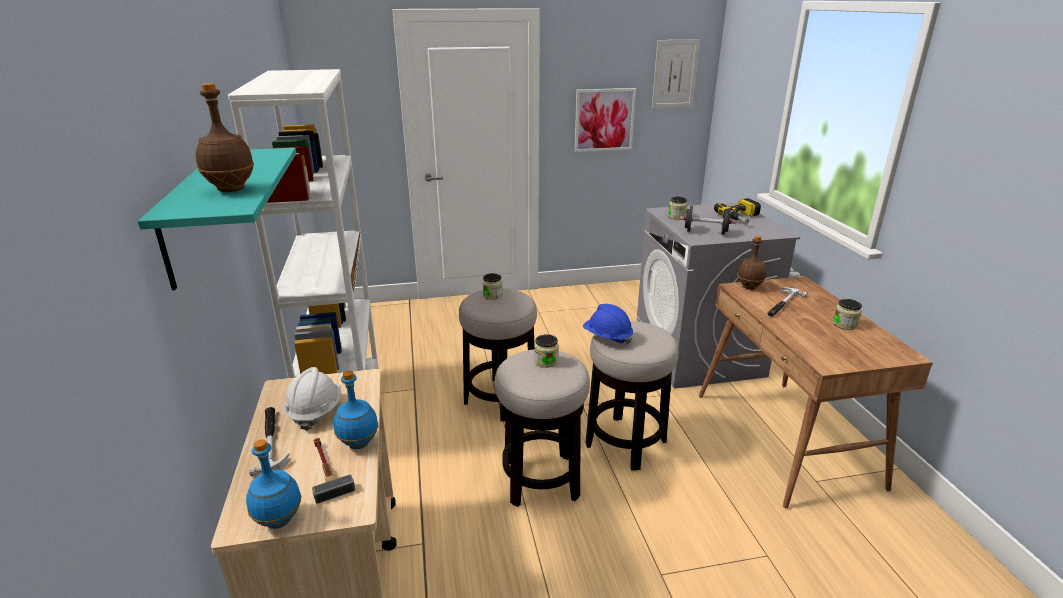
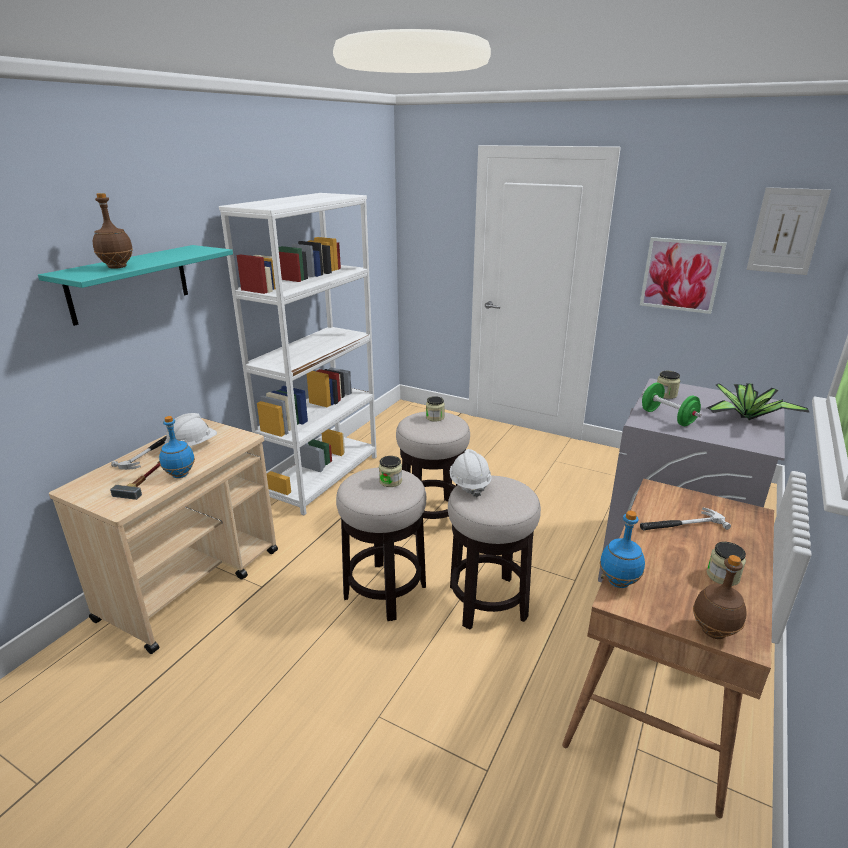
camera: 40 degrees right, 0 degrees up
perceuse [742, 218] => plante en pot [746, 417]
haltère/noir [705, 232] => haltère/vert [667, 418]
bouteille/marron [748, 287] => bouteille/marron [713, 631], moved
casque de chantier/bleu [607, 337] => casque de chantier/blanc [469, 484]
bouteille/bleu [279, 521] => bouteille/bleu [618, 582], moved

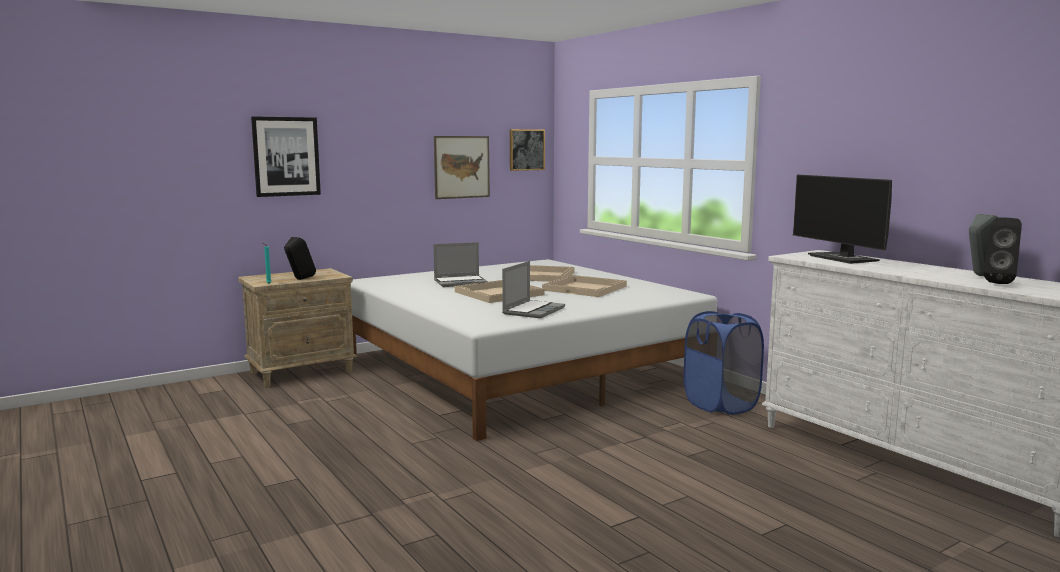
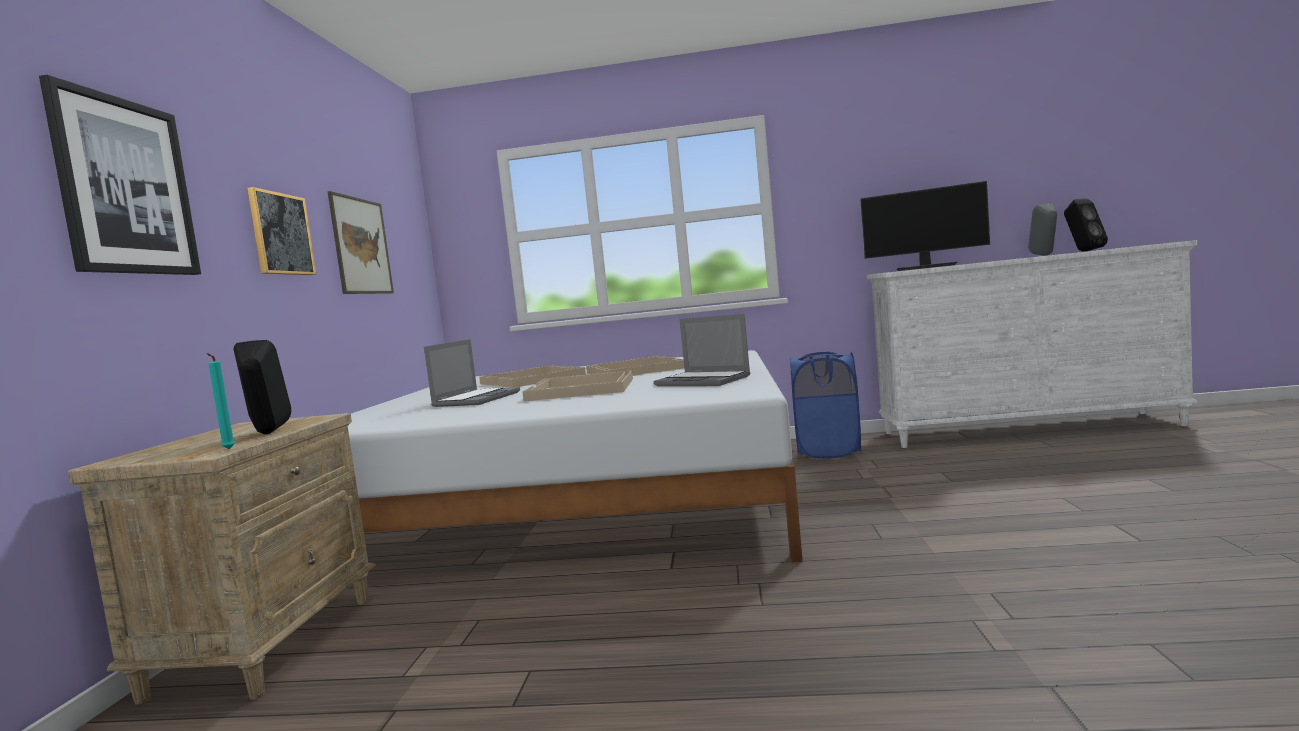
camera: 50 degrees left, 5 degrees down
tableau [526, 149] => tableau [281, 234], moved
ordinateur portable [533, 310] => ordinateur portable [704, 381], 150 degrees clockwise

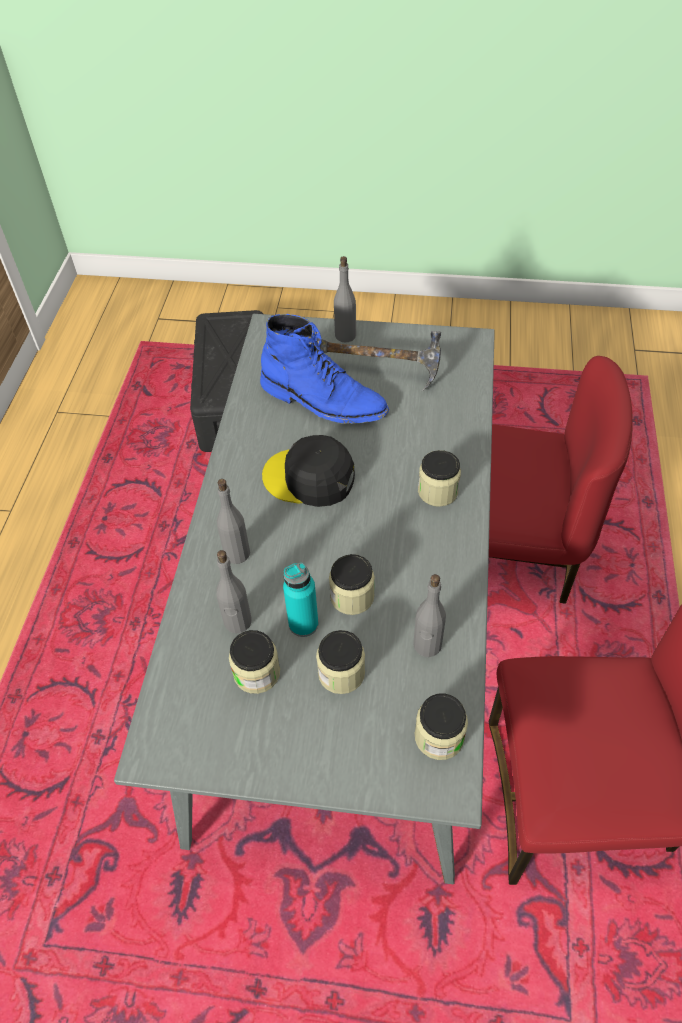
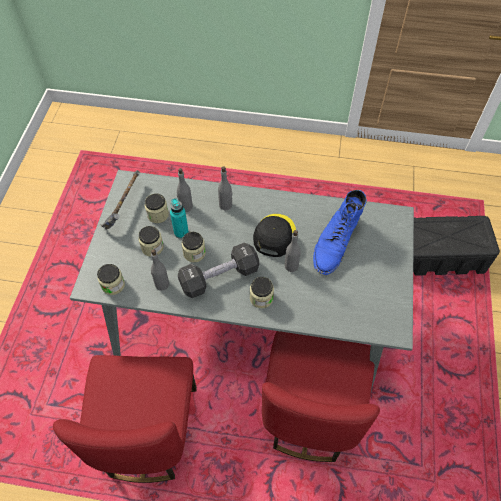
camera: 90 degrees right, 5 degrees up
bouteille/gris [345, 335] => bouteille/gris [291, 266], moved
marteau [383, 373] => marteau [125, 209], moved
nothing => haltère/noir [219, 277]

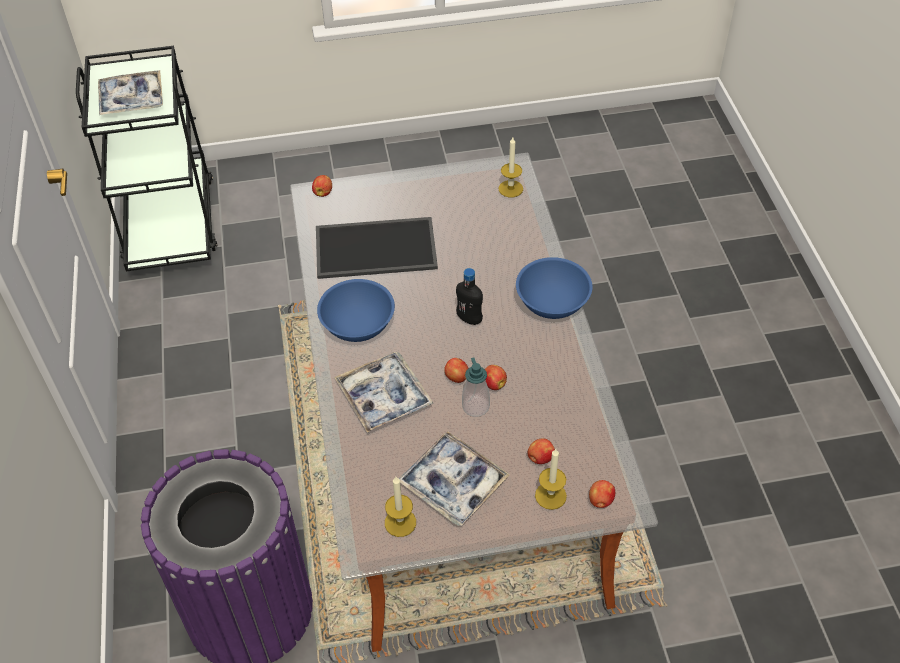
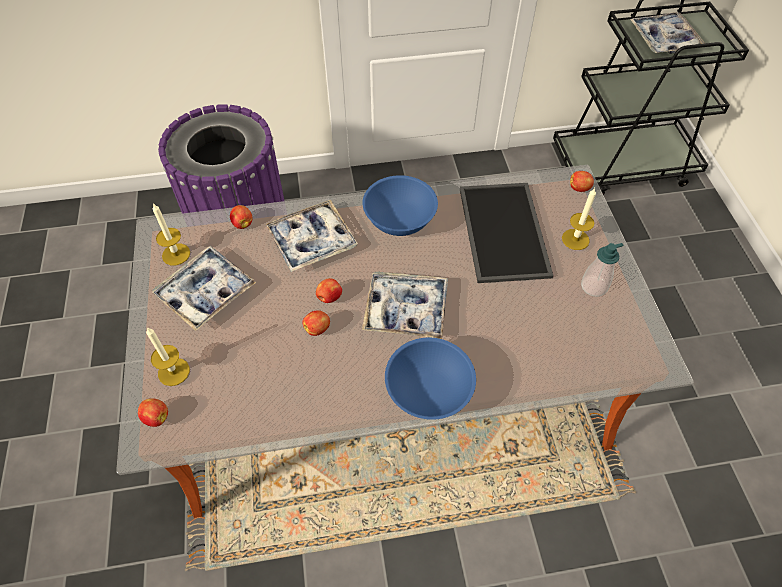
camera: 90 degrees right, 5 degrees up
bougie [510, 188] => bougie [575, 239], moved
bouteille/noir [469, 319] => plateau [406, 310]
distributeur de savon [475, 406] => distributeur de savon [594, 286], moved
pomme [540, 458] => pomme [242, 223], moved

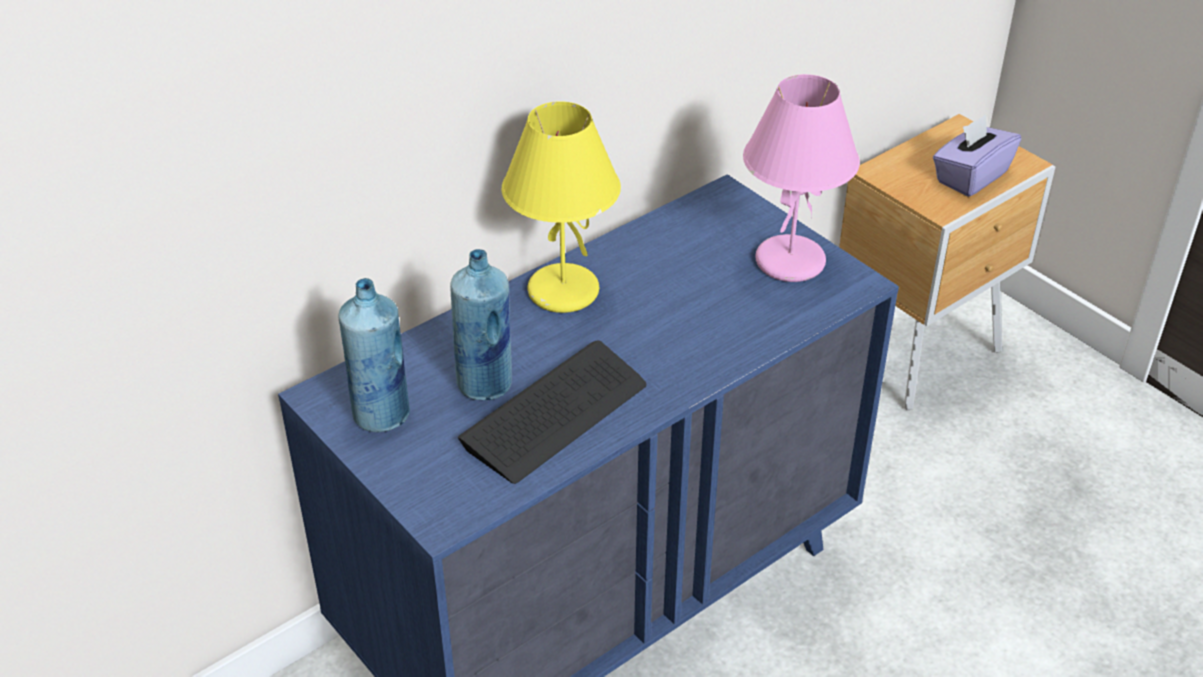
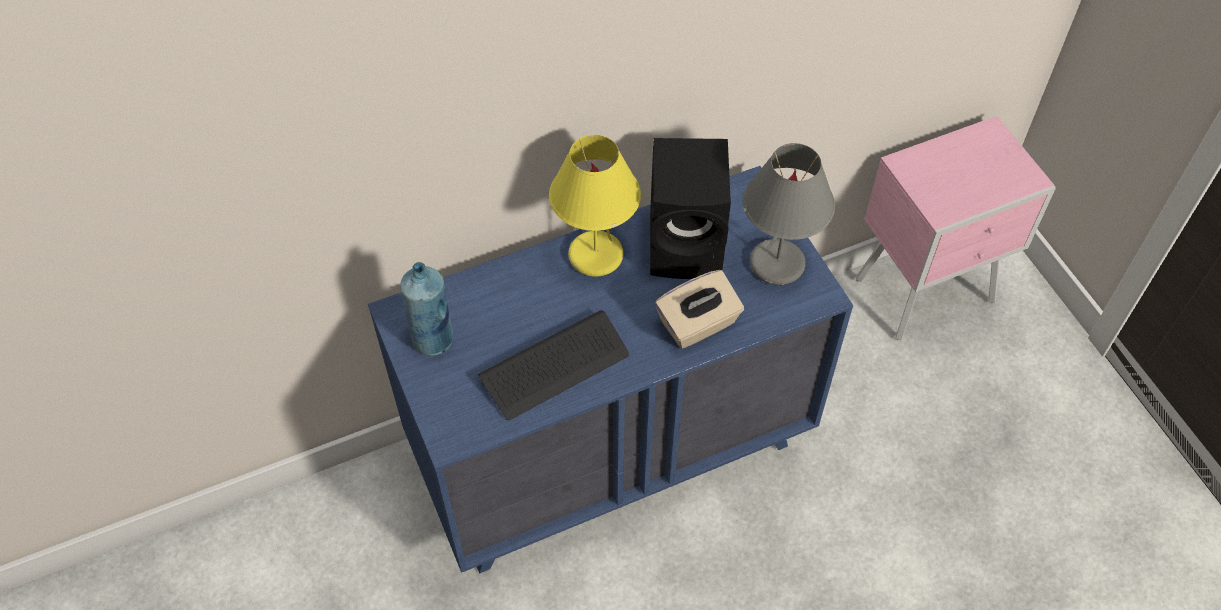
camera: 15 degrees right, 15 degrees up
lampe de table/rose [790, 261] => lampe de table/gris [777, 263]
table de chevet/marron [921, 354] => table de chevet/rose [928, 291]
boîte à mouchoirs/violet [970, 177] => nothing
bouteille/bleu [485, 384] => nothing
nothing => enceinte/noir [688, 246]
nothing => boîte à mouchoirs/beige [698, 324]

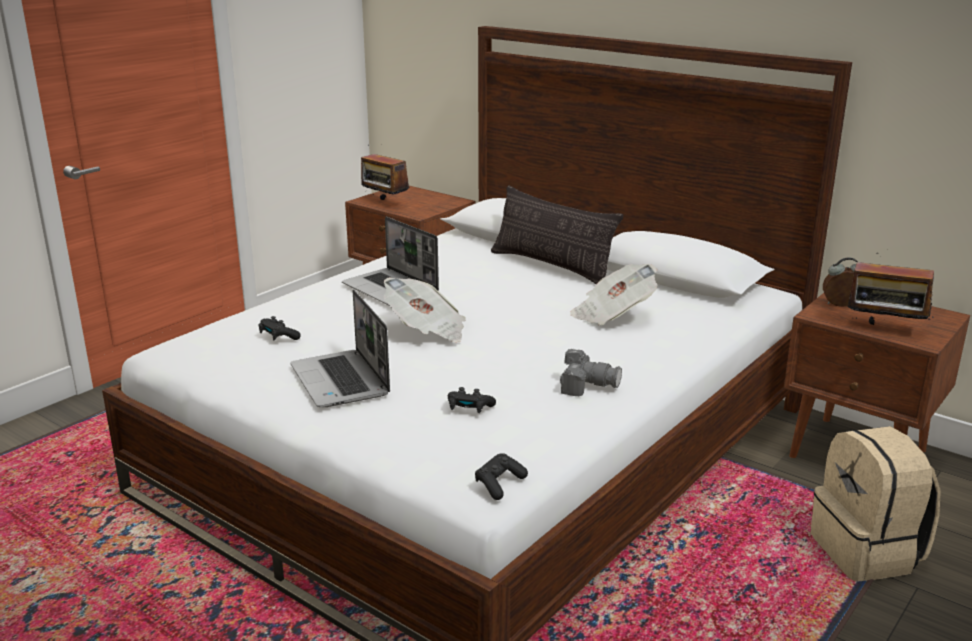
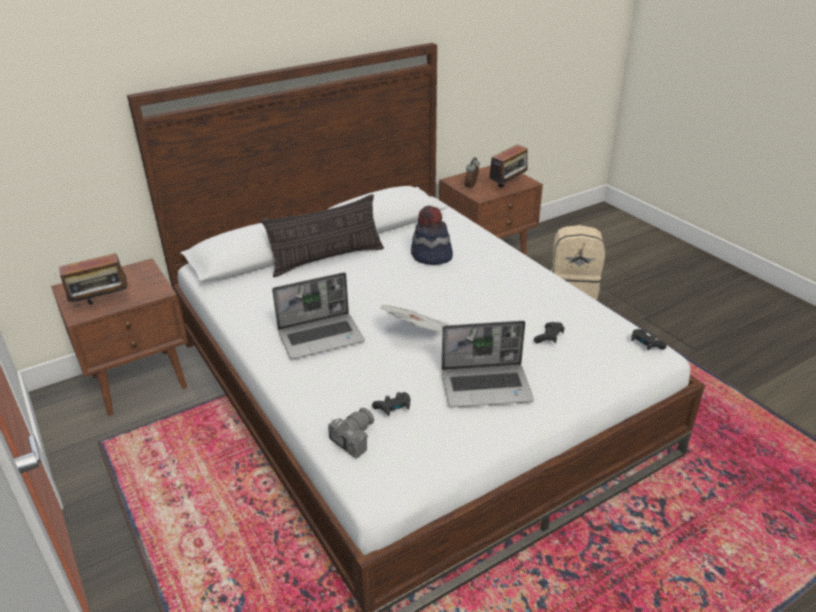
camera: 70 degrees left, 10 degrees up
journal [612, 315] => chapeau [431, 256]
appareil photo [587, 385] => appareil photo [351, 438], moved

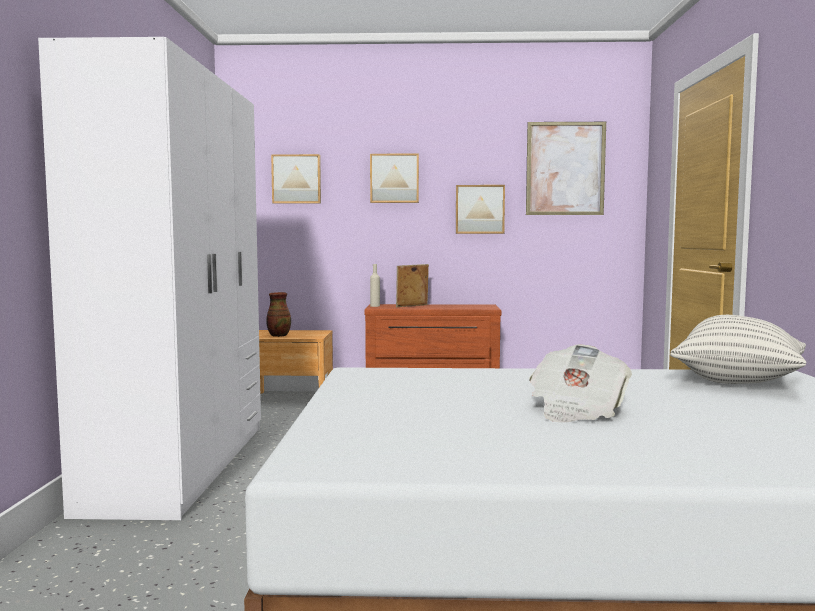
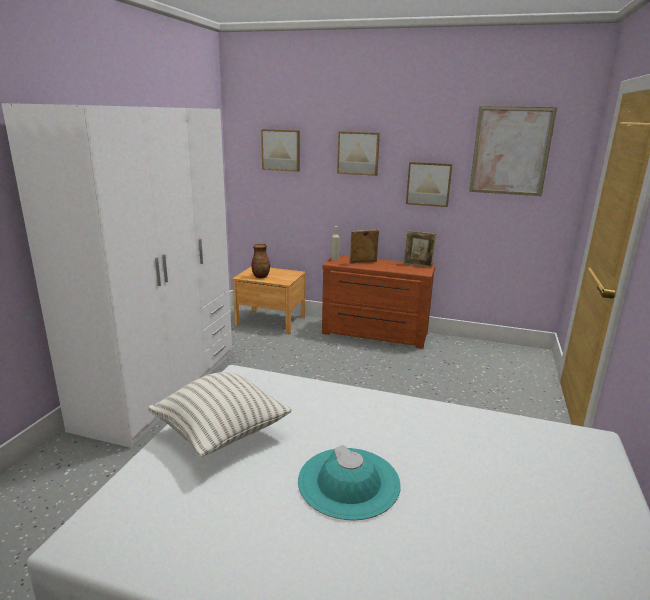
camera: 15 degrees right, 15 degrees up
coussin [738, 382] => coussin [221, 434], moved
journal [576, 410] => chapeau/turquoise [348, 482]
nothing => cadre photo [418, 265]

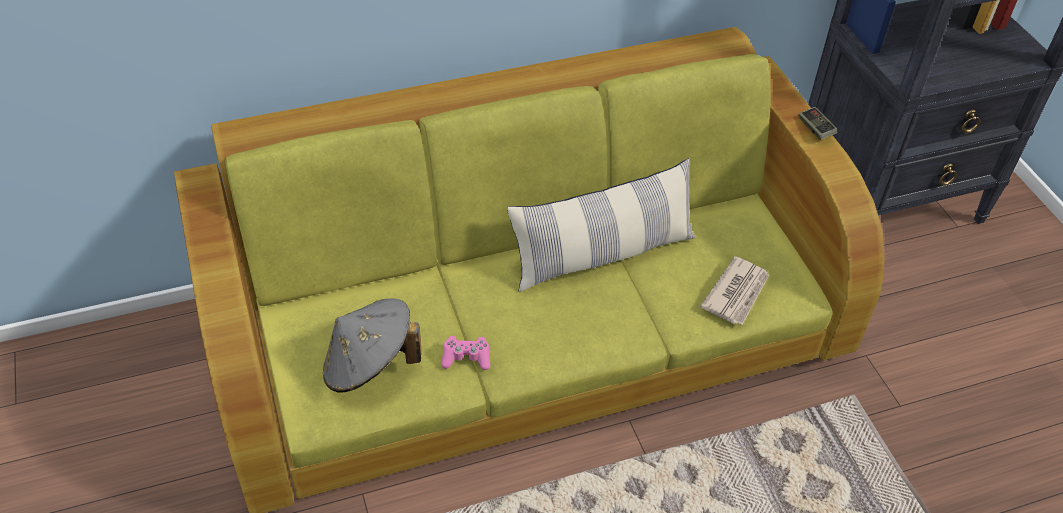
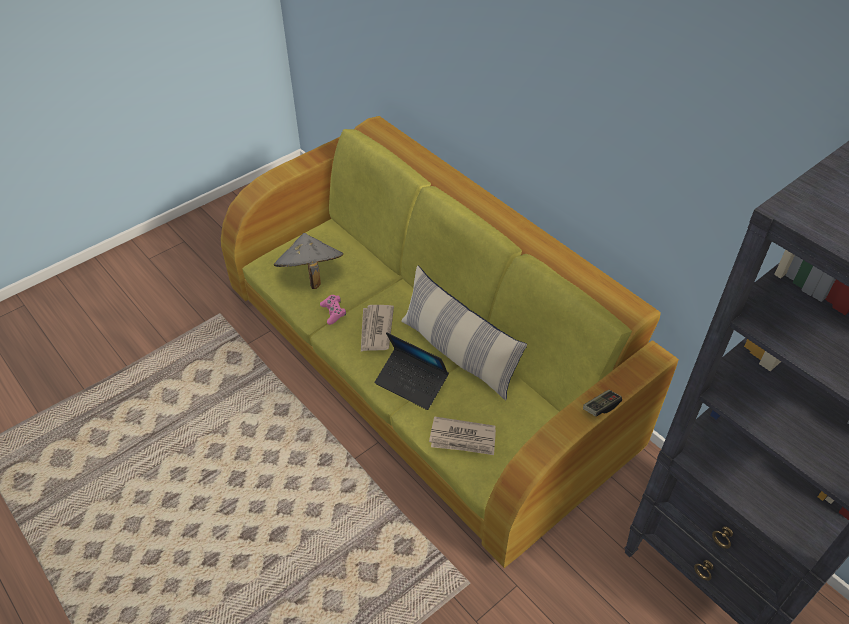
camera: 70 degrees right, 0 degrees up
nothing => journal [375, 330]
nothing => ordinateur portable [411, 383]

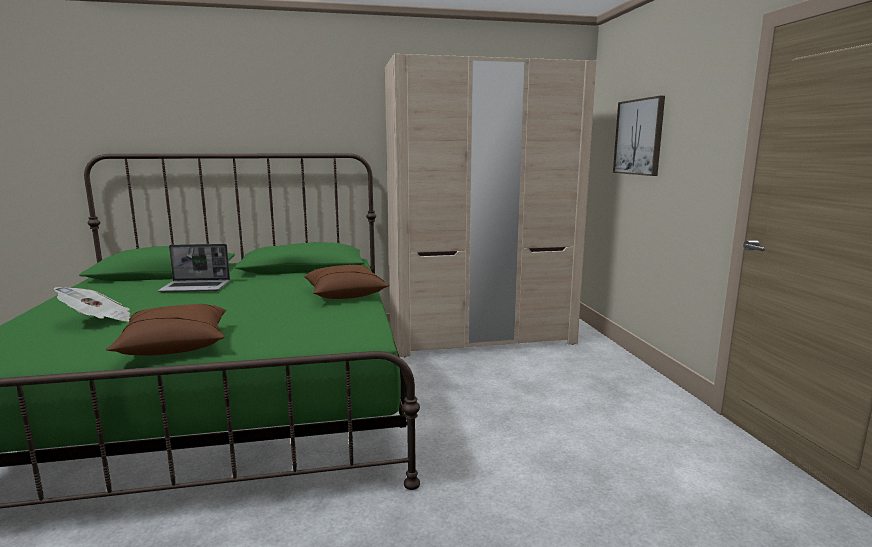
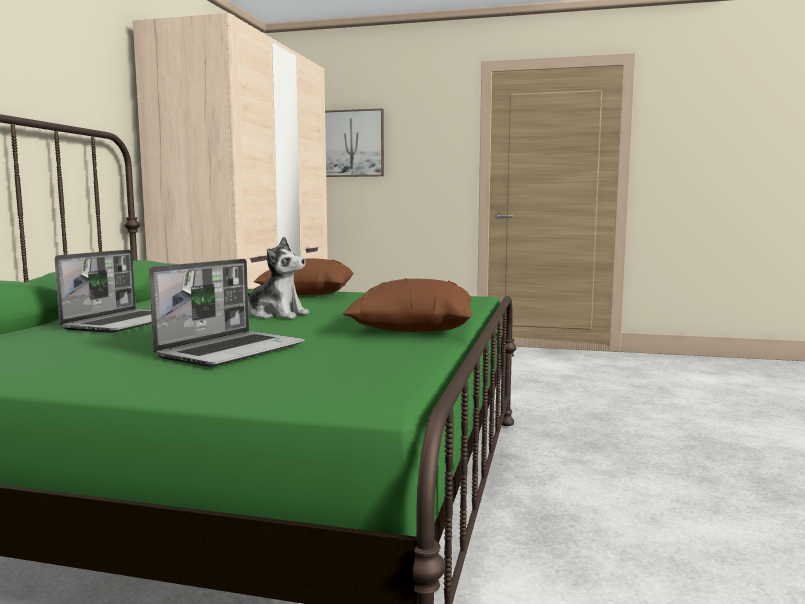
camera: 65 degrees left, 5 degrees down
journal [99, 321] => ordinateur portable [232, 351]
nothing => peluche [277, 315]

